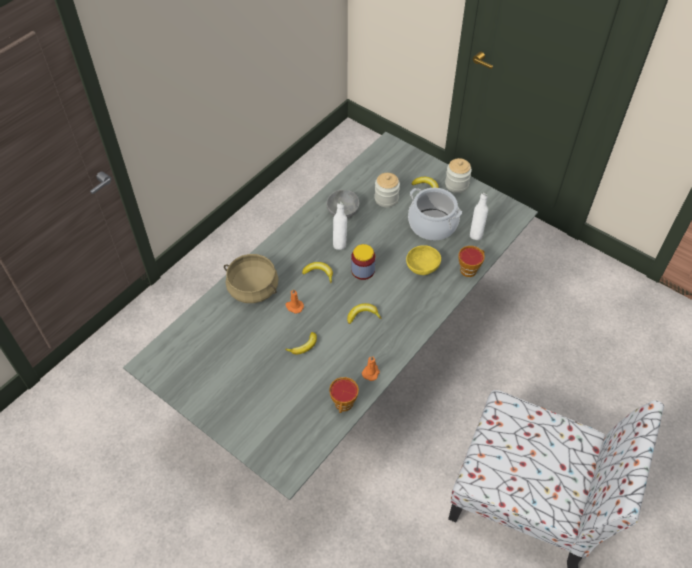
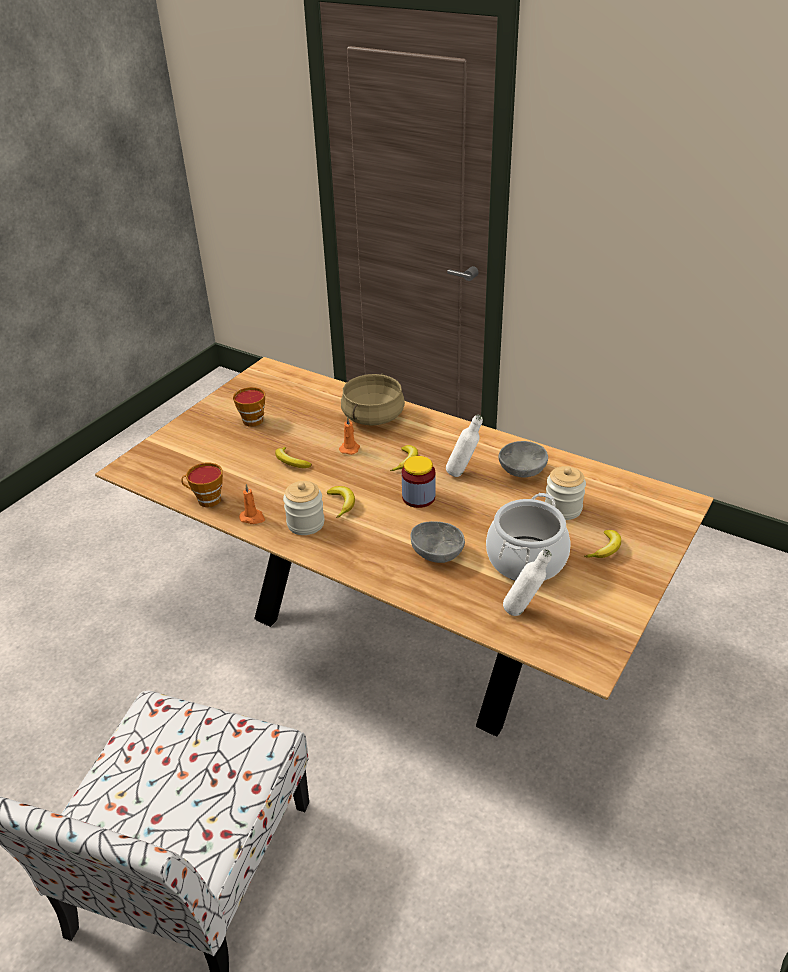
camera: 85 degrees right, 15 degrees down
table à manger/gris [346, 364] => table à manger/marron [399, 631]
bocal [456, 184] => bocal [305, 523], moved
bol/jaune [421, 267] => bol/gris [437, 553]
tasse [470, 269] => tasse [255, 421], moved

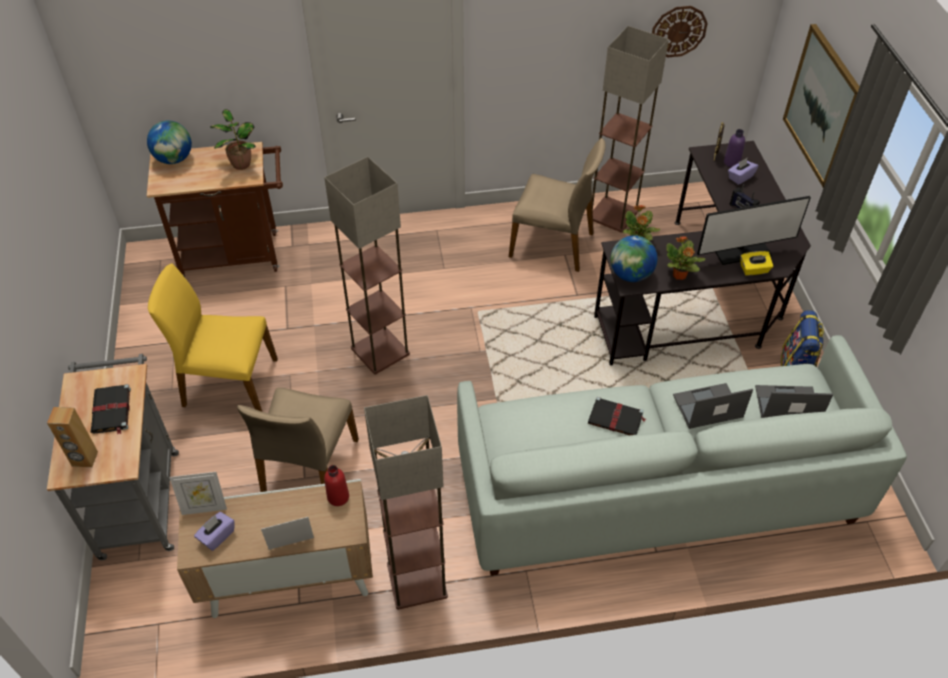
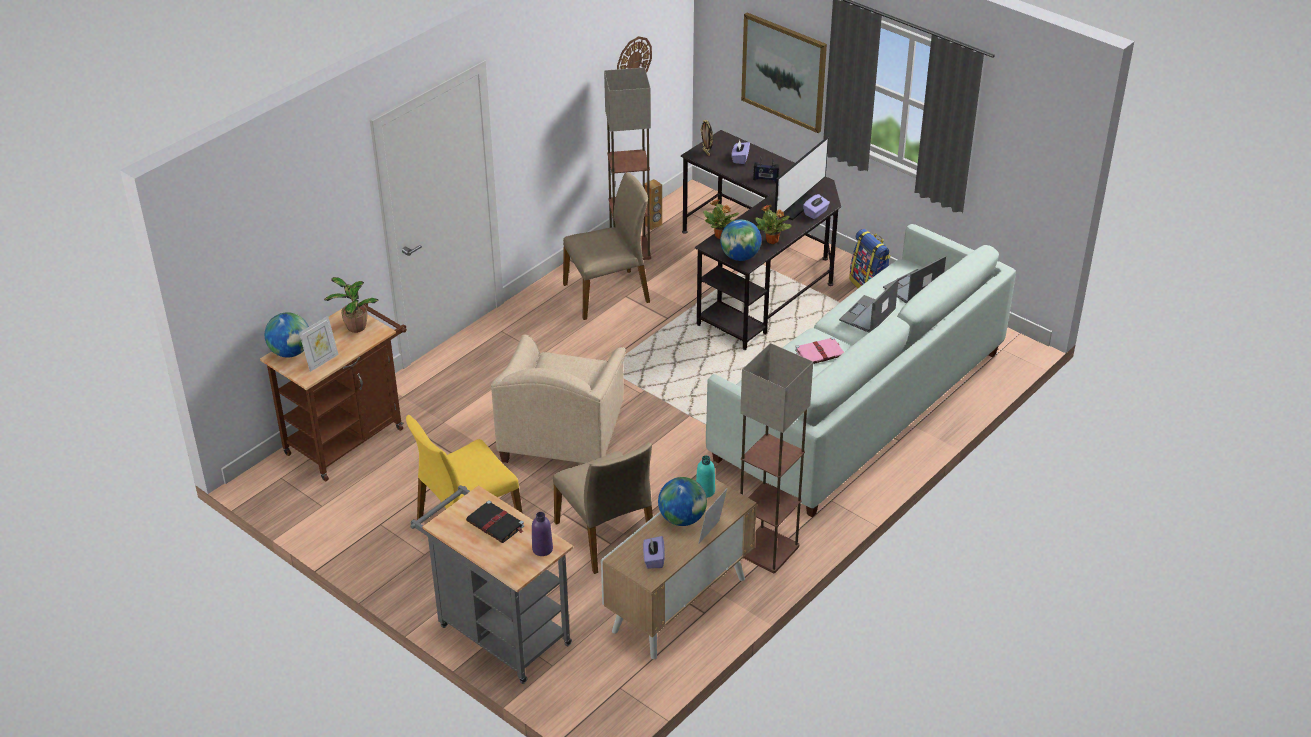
camera: 40 degrees left, 10 degrees down
bouteille/violet [731, 162] => bouteille/violet [542, 549], moved
lampadaire [379, 351] => fauteuil/beige [562, 435]
boîte à mouchoirs/jaune [754, 270] => boîte à mouchoirs/violet [816, 213]
livre/noir [616, 419] => livre/rose [820, 353]
enceinte/marron [84, 459] => enceinte/marron [653, 225], moved
bouteille/rouge [338, 497] => bouteille/turquoise [705, 491]
cadre photo [204, 508] => cadre photo [321, 361], moved
nothing => globe [682, 519]

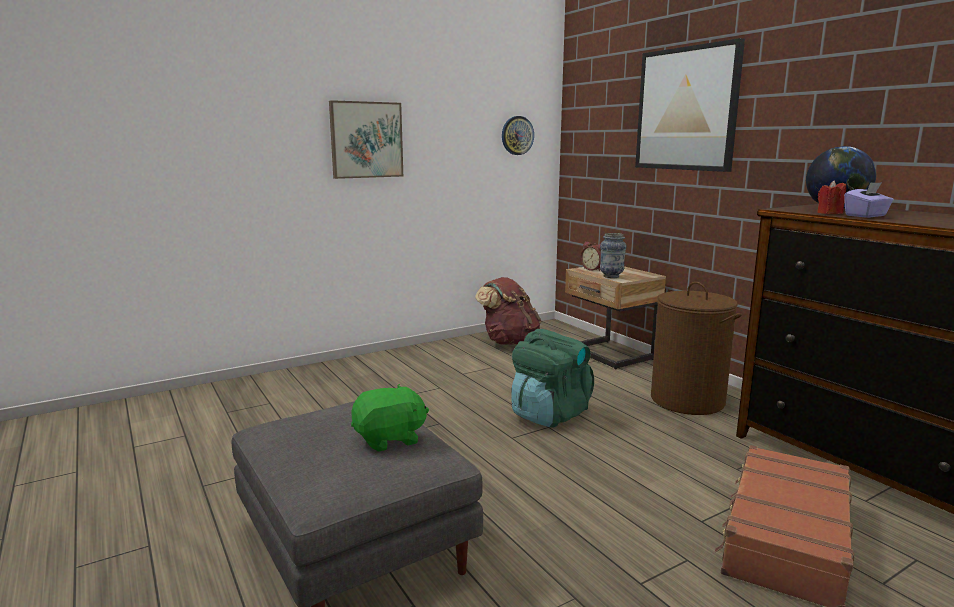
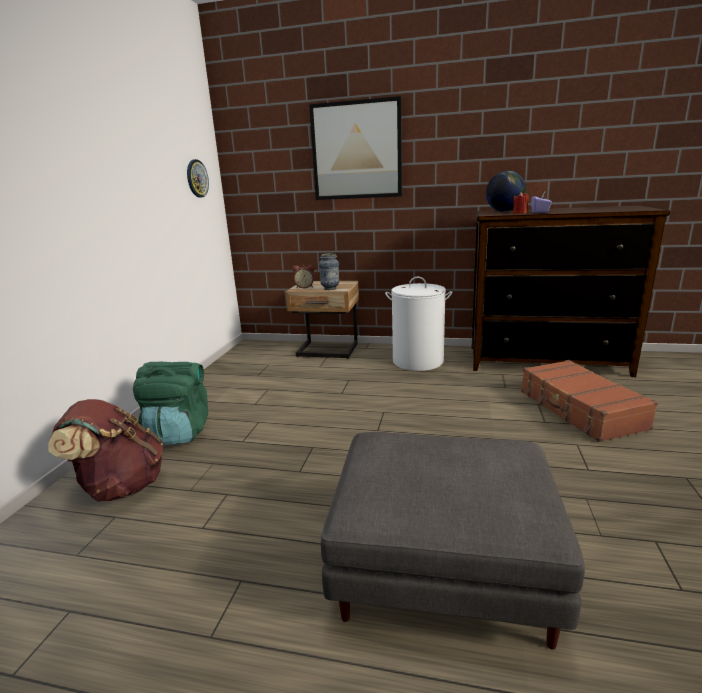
camera: 45 degrees left, 5 degrees up
tableau [366, 140] => nothing
sac à dos/marron [509, 341] => sac à dos/marron [121, 487], moved
panier à linge/marron [687, 400] => panier à linge/blanc [418, 361]
sac à dos/vert [549, 414] => sac à dos/vert [179, 432], moved
peluche/vert [390, 439] => nothing

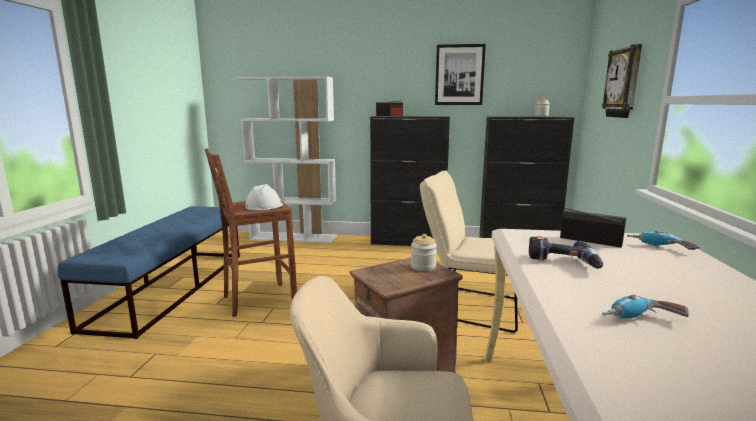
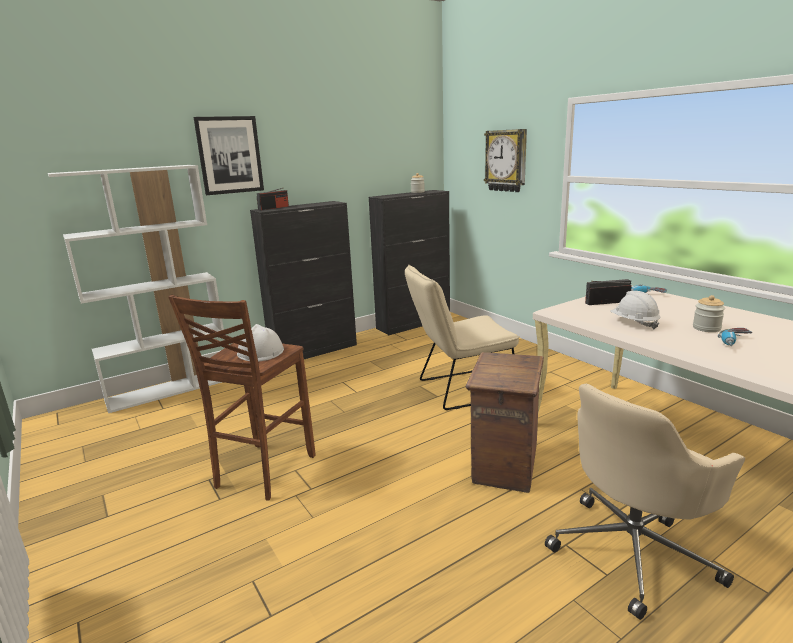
camera: 40 degrees left, 5 degrees up
tableau [459, 75] => tableau [229, 155], moved
banc/bleu [172, 287] => nothing
bocal [423, 266] => bocal [706, 328], moved
perceuse [562, 263] => casque de chantier/blanc [634, 323]

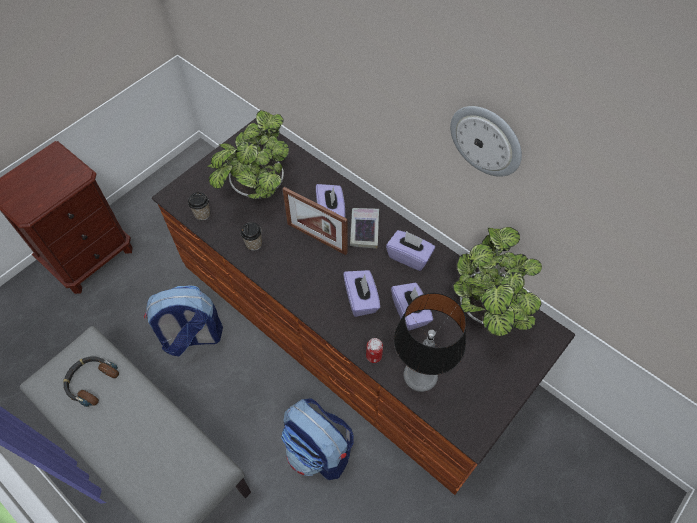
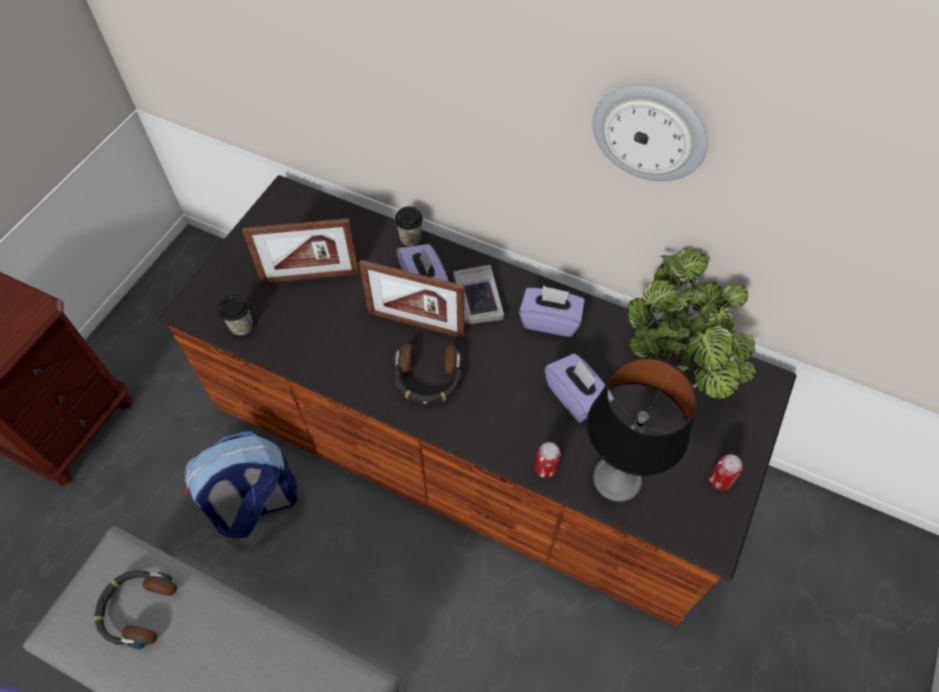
camera: 15 degrees left, 0 degrees up
plante en pot [256, 191] => cadre photo [310, 276]
tasse [254, 244] => tasse [410, 238], moved
boîte à mouchoirs/violet [361, 299] => nothing
sac à dos [319, 451] => nothing
nothing => casque audio [427, 378]
nothing => boîte métallique [720, 480]

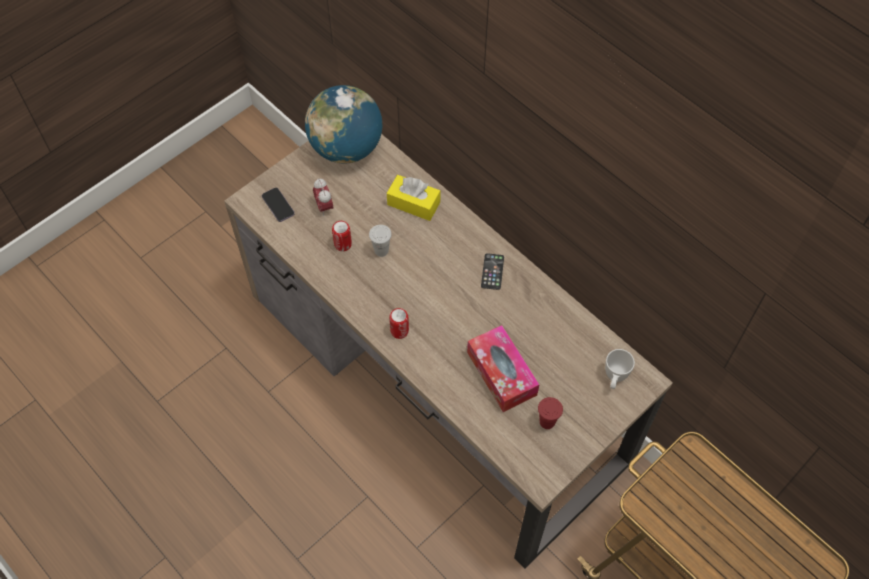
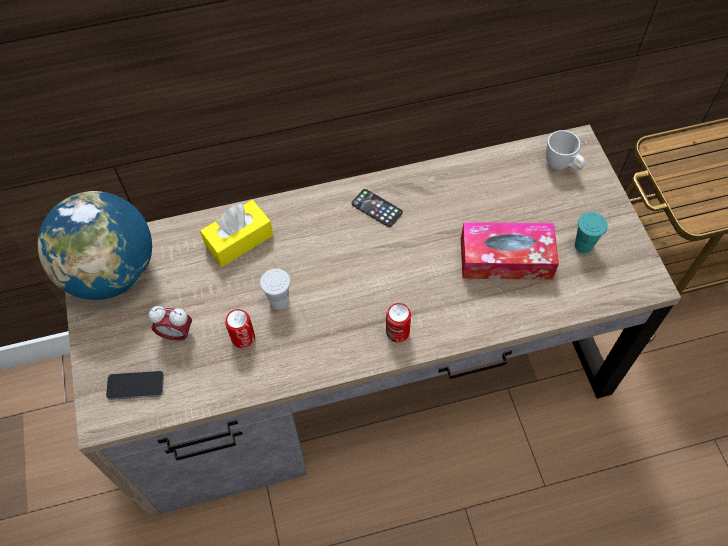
camera: 60 degrees left, 0 degrees up
tasse/rouge [547, 422] => tasse/turquoise [583, 245]

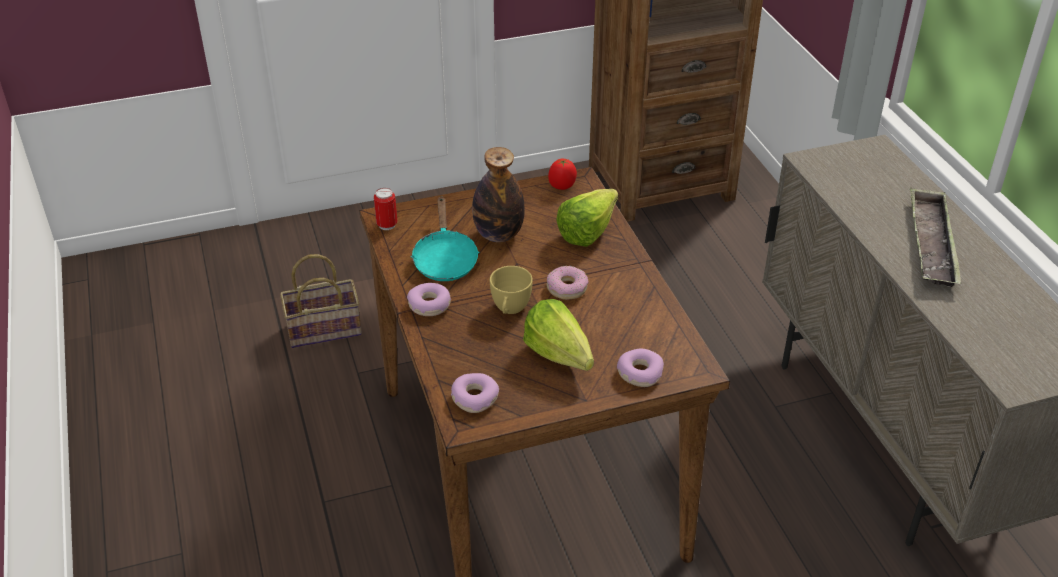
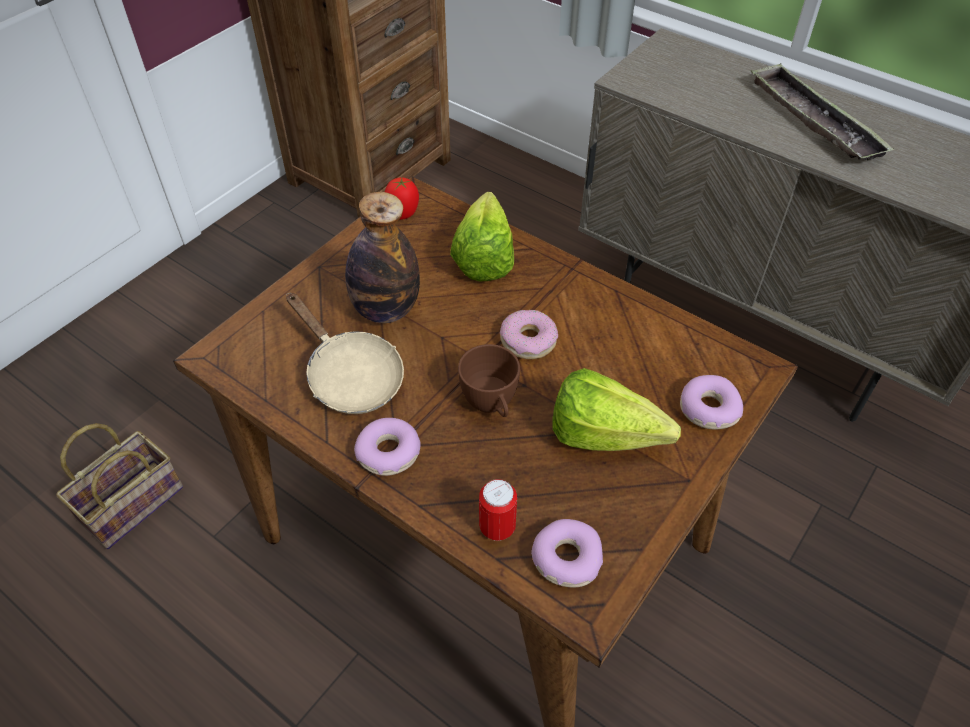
camera: 35 degrees left, 10 degrees up
boîte métallique [387, 225] => boîte métallique [497, 528], moved
poêle/turquoise [445, 259] => poêle/beige [350, 376]
tasse/jaune [510, 310] => tasse/marron [491, 405]

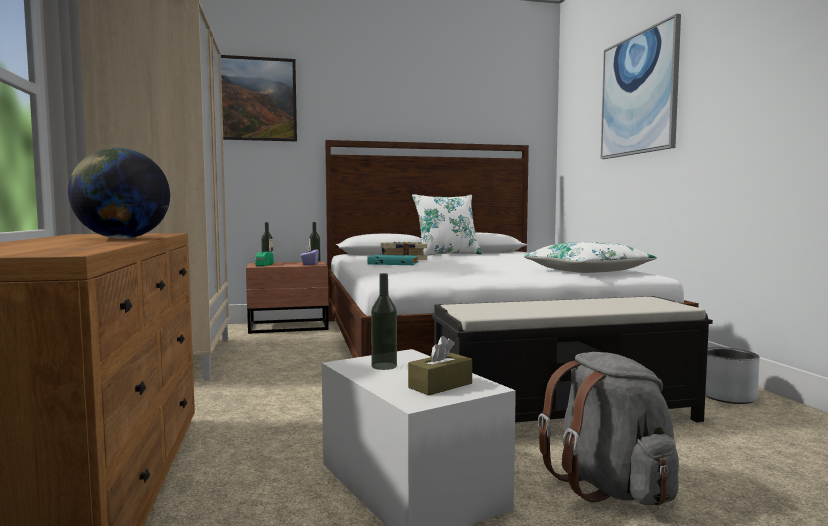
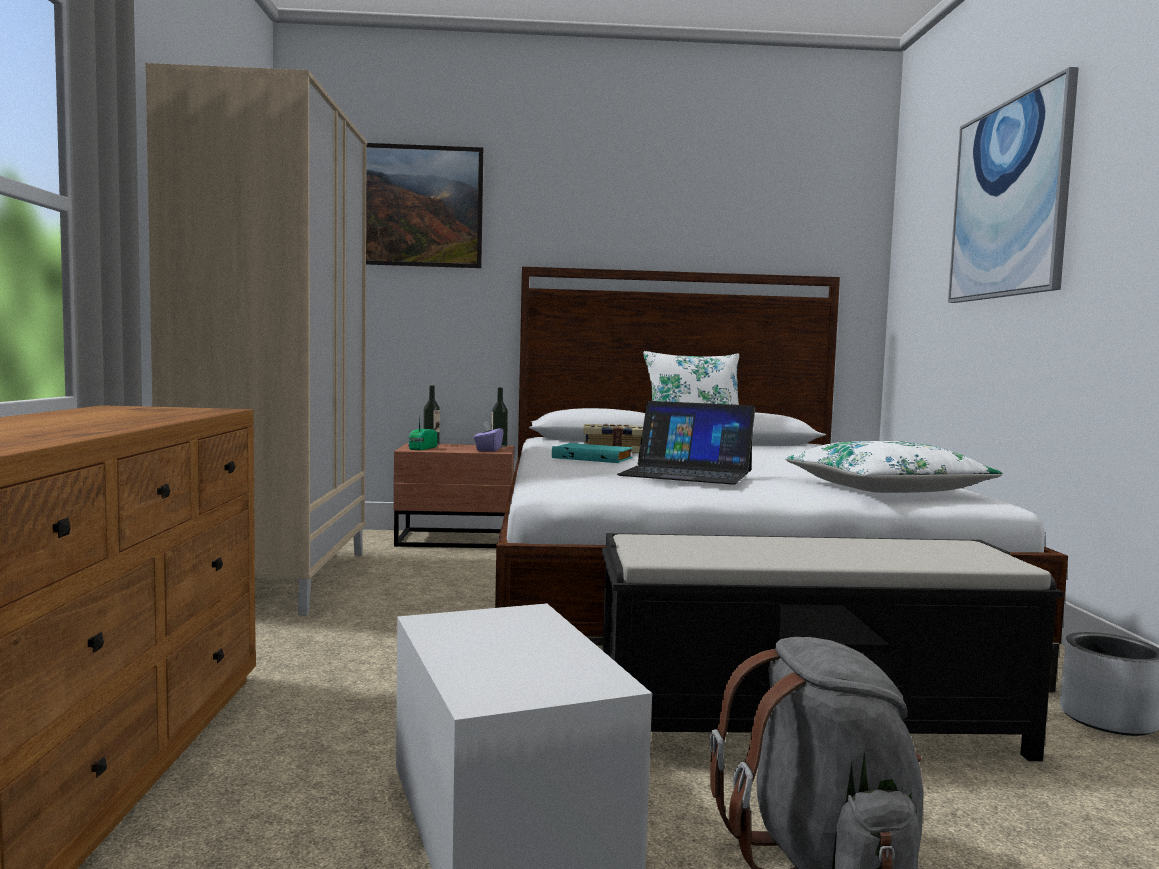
camera: 10 degrees right, 0 degrees up
globe [122, 238] => nothing
bouteille [384, 366] => nothing
boîte à mouchoirs/marron [440, 385] => nothing
nothing => ordinateur portable [687, 473]

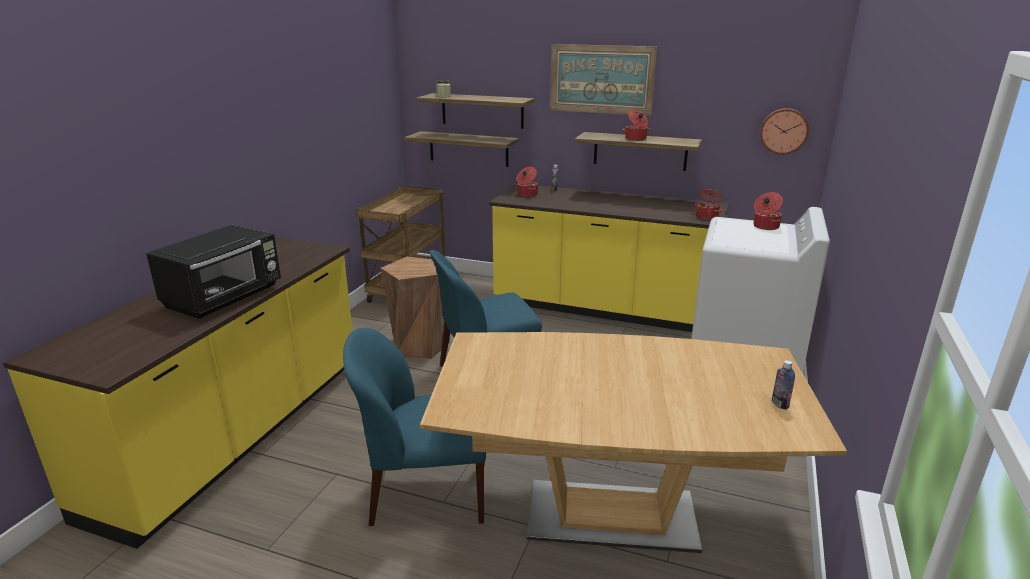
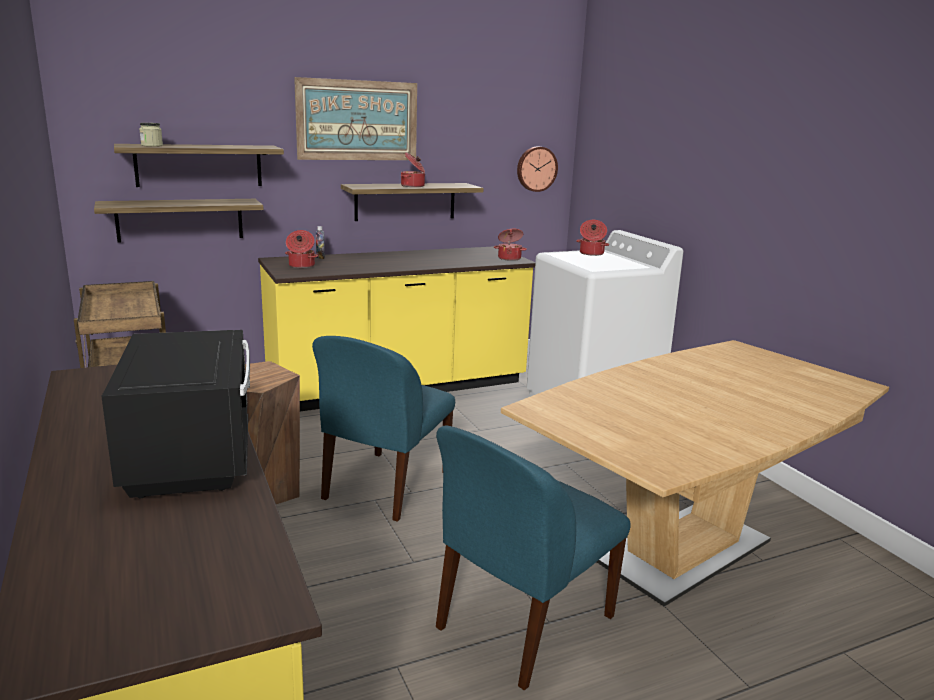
camera: 45 degrees left, 5 degrees down
bouteille [780, 404] => nothing

